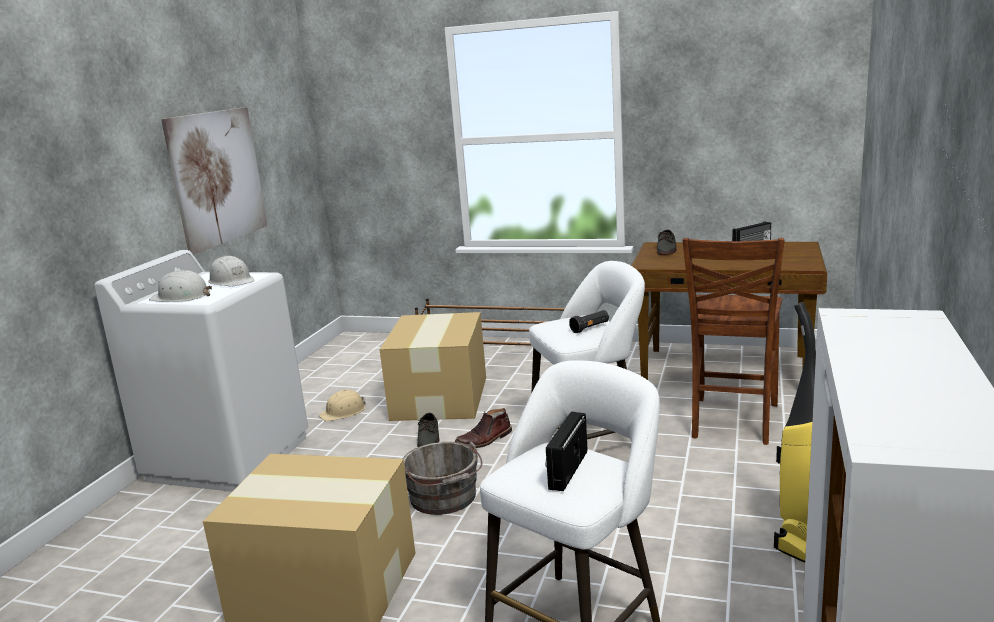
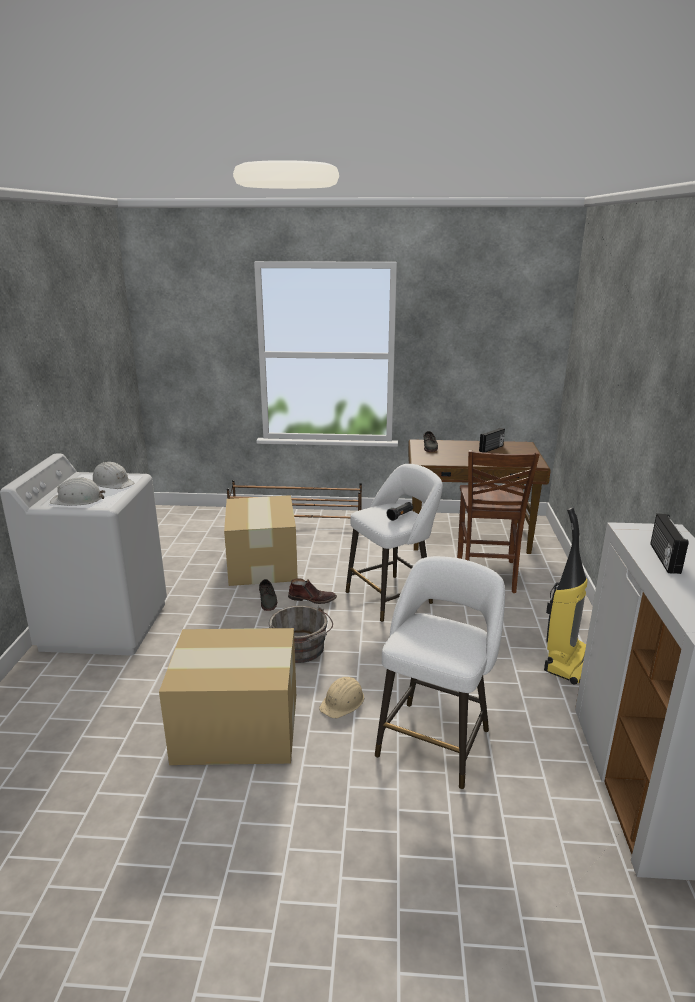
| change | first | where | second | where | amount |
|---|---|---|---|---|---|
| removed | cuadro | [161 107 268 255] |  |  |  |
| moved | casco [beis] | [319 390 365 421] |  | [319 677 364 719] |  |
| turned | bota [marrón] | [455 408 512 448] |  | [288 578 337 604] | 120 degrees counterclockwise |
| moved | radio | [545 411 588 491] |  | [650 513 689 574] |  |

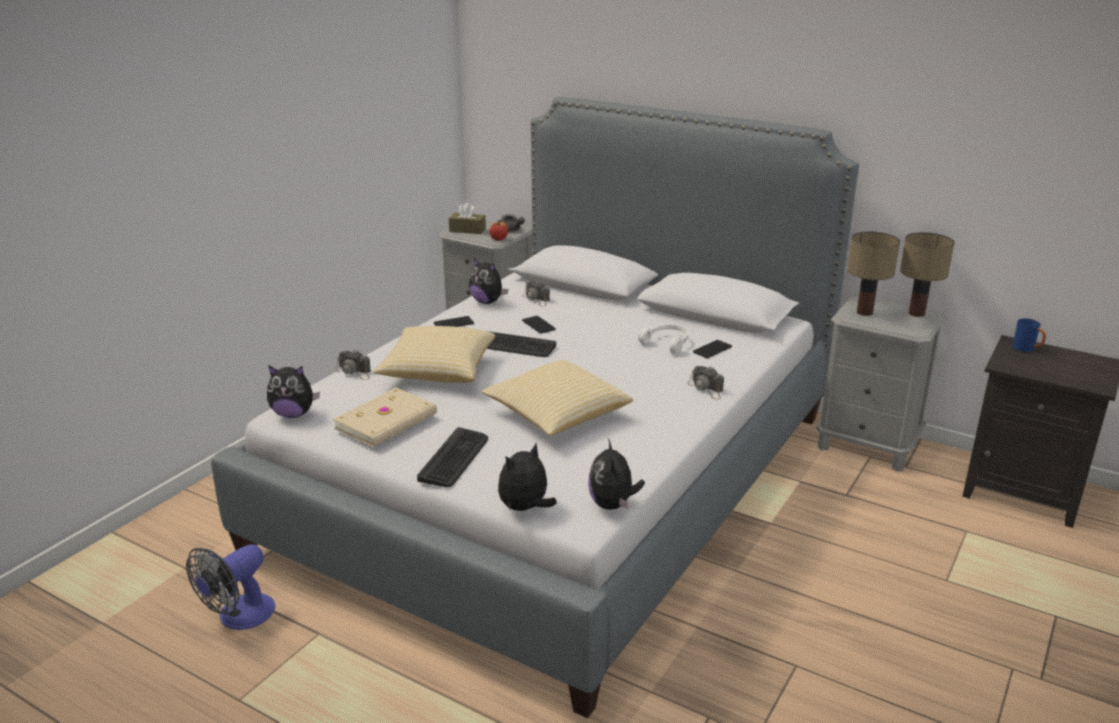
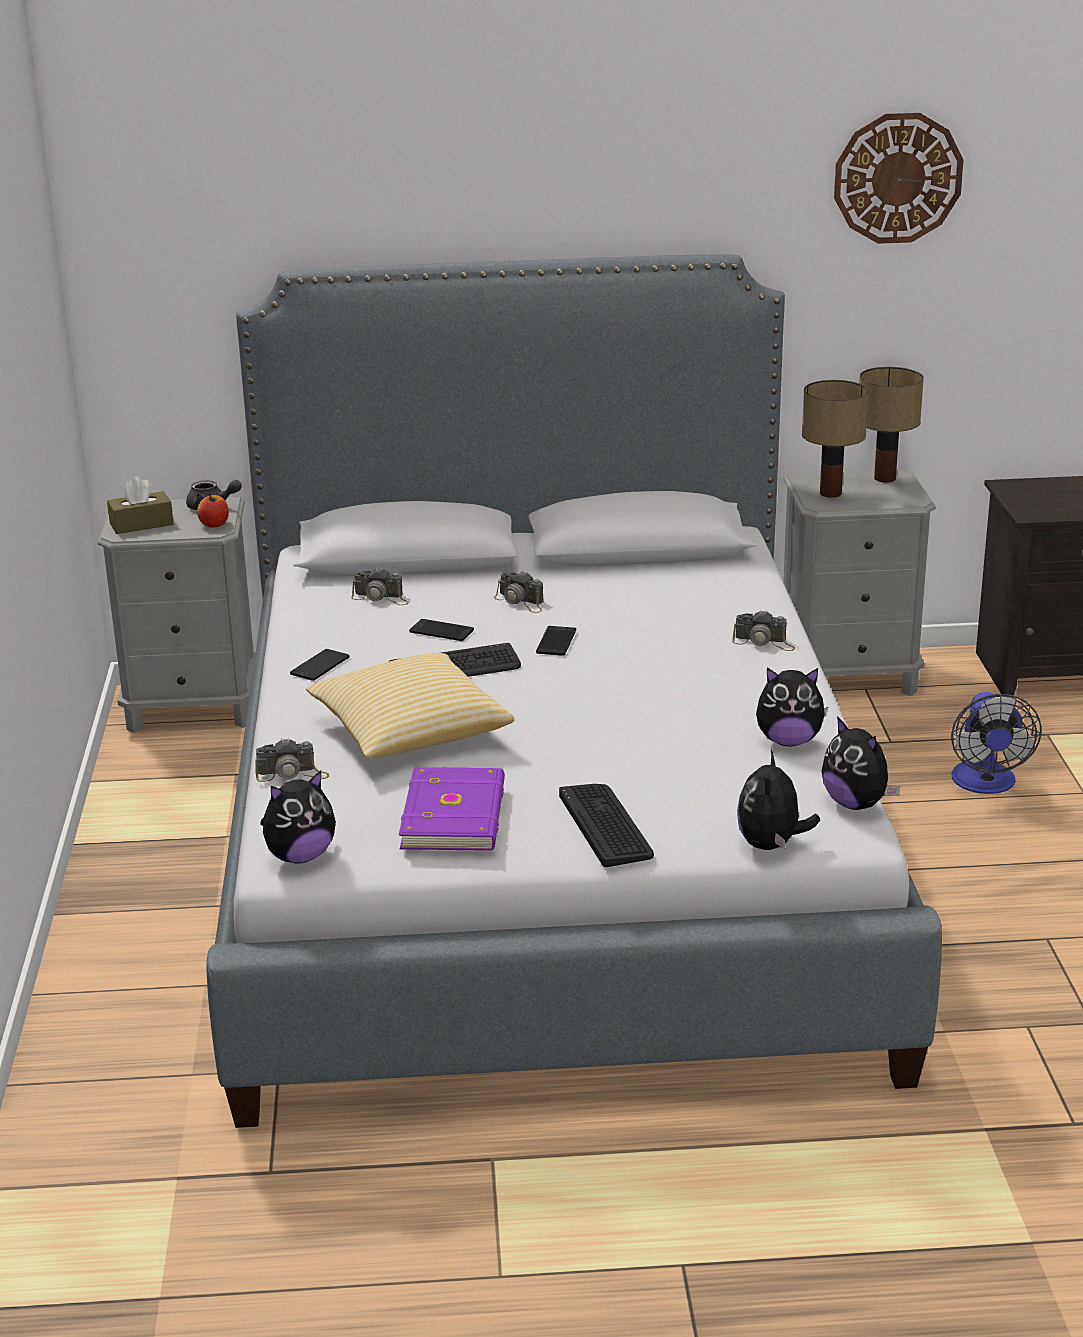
| change | first | where | second | where | amount |
|---|---|---|---|---|---|
| moved | peluche | [469 258 508 304] |  | [756 668 828 747] |  |
| removed | taza grande [azul] | [1012 318 1046 352] |  |  |  |
| removed | auriculares [blanco] | [638 325 689 354] |  |  |  |
| moved | móvil | [693 340 732 358] |  | [536 626 576 656] |  |
| removed | cojín | [482 360 633 436] |  |  |  |
| recoloured | libro [beis] | [333 388 437 447] | libro [morado] | [399 767 505 851] |  |
| moved | ventilador | [186 544 275 630] |  | [951 692 1042 794] |  |
| added |  |  | reloj de pared | [834 113 964 244] |  |
| added |  |  | cámara | [494 571 544 613] |  |

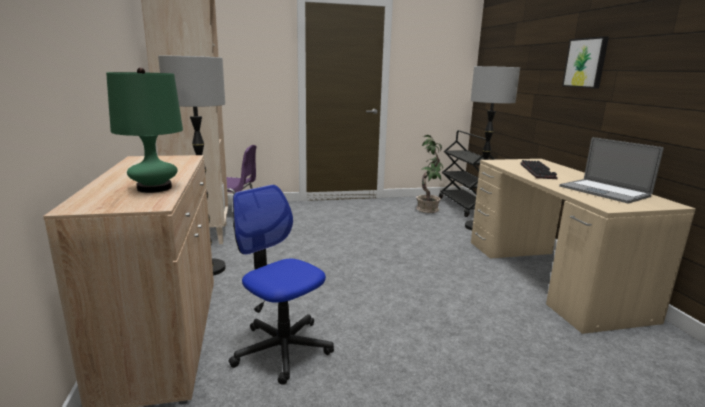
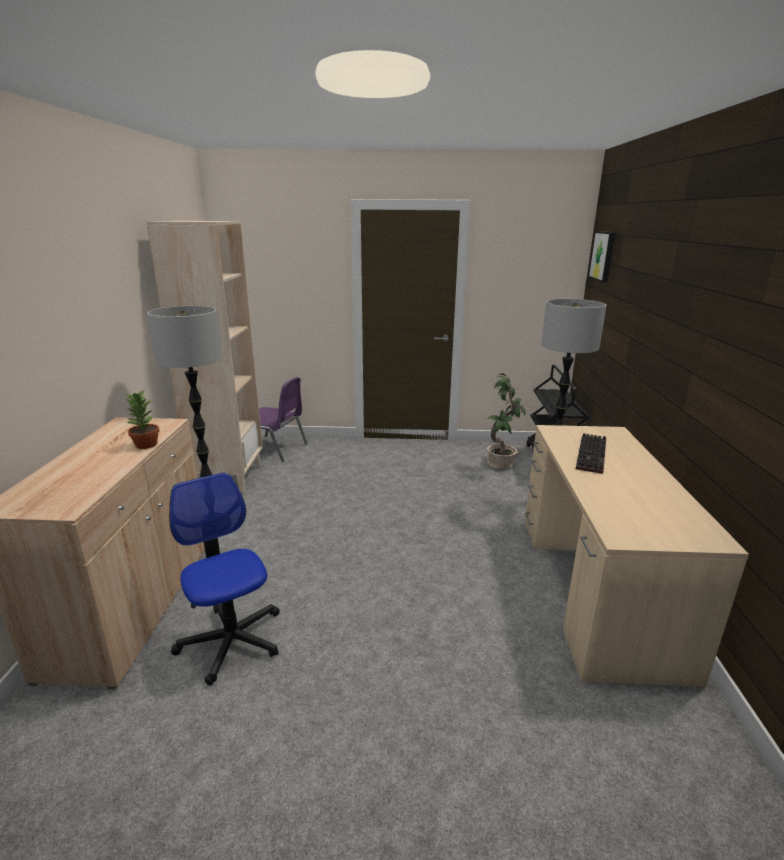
| change | first | where | second | where | amount |
|---|---|---|---|---|---|
| moved | cuadro | [562 36 609 89] |  | [588 231 615 282] |  |
| removed | lámpara de mesa [verde] | [106 68 183 193] |  |  |  |
| removed | portátil | [559 137 663 203] |  |  |  |
| added |  |  | planta en maceta | [125 390 159 449] |  |

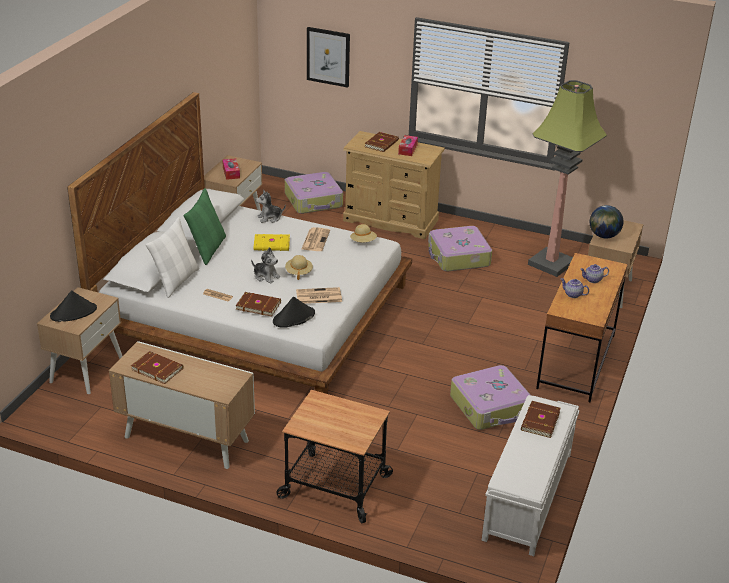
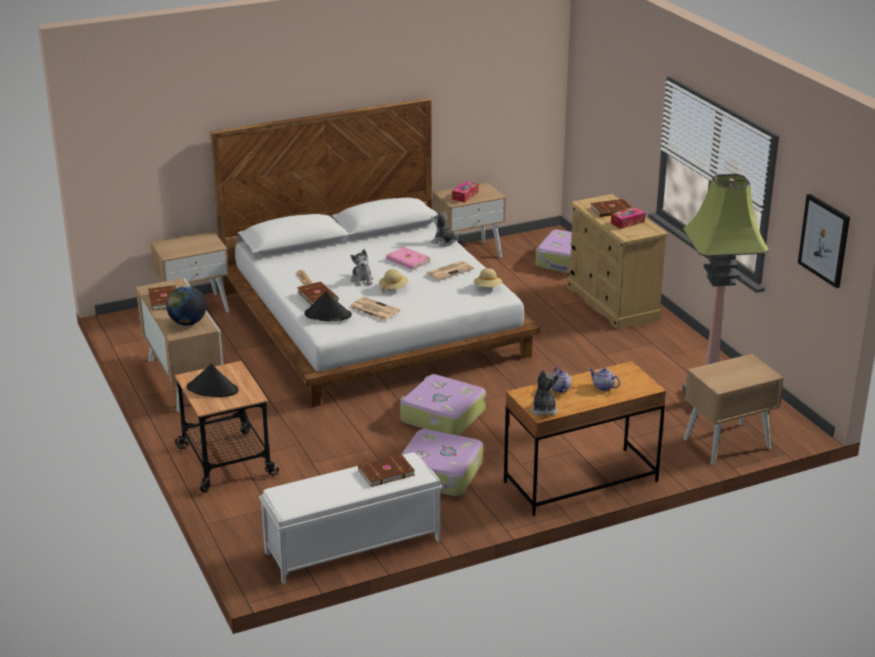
| change | first | where | second | where | amount |
|---|---|---|---|---|---|
| moved | cuadro | [307 27 350 88] |  | [798 194 850 288] |  |
| removed | cojín [verde] | [183 188 226 265] |  |  |  |
| moved | globo terráqueo | [590 205 623 238] |  | [166 286 206 326] |  |
| removed | cojín [blanco] | [145 217 200 298] |  |  |  |
| moved | maleta | [428 226 492 271] |  | [400 374 486 436] |  |
| recoloured | libro [amarillo] | [254 234 290 251] | libro [rosa] | [386 247 431 270] |  |
| moved | sombrero [negro] | [50 290 97 322] |  | [187 363 239 397] |  |
| added |  |  | peluche | [530 370 559 415] |  |

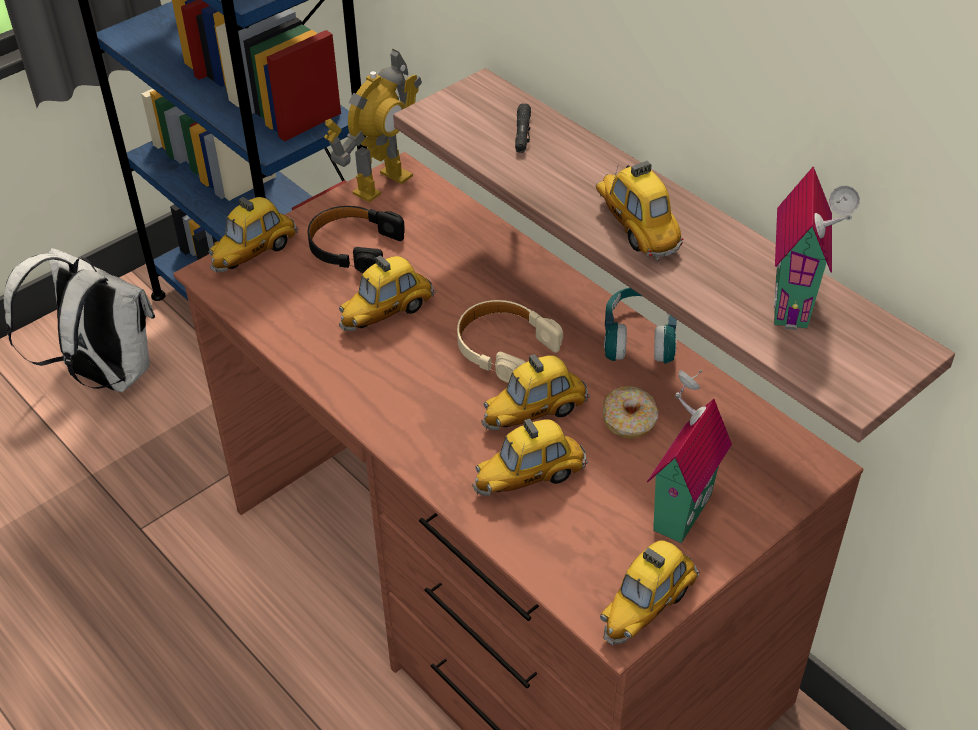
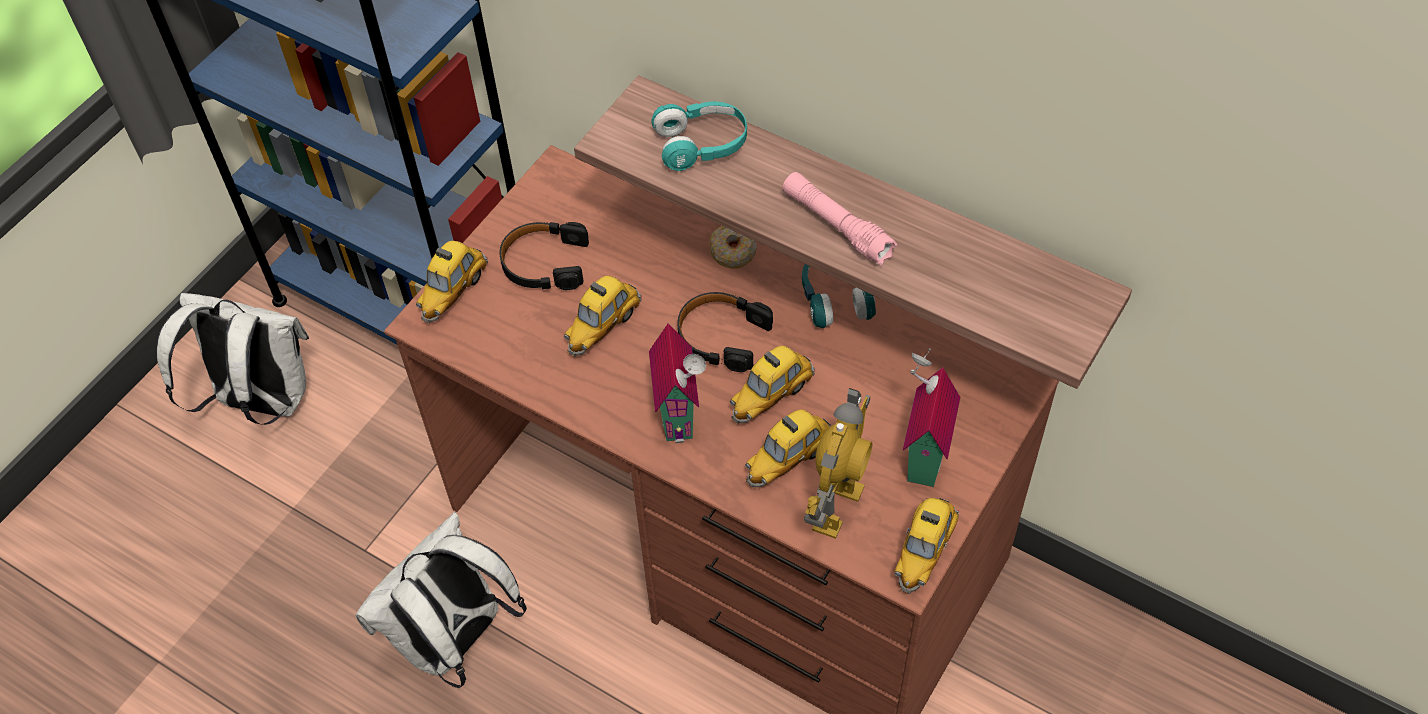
| change | first | where | second | where | amount |
|---|---|---|---|---|---|
| moved | robot de juguete | [324 49 422 202] |  | [804 388 872 539] |  |
| replaced | linterna [negro] | [515 103 531 153] | auriculares [turquesa] | [652 101 747 171] |  |
| replaced | coche de juguete | [595 160 683 262] | linterna [rosa] | [782 172 897 265] |  |
| moved | casita | [774 167 860 330] |  | [649 323 706 443] |  |
| recoloured | auriculares [beis] | [457 300 563 383] | auriculares [negro] | [677 292 773 372] |  |
| moved | rosquilla | [602 386 658 439] |  | [709 226 757 269] |  |
| added |  |  | mochila [blanco] | [356 512 527 688] |  |

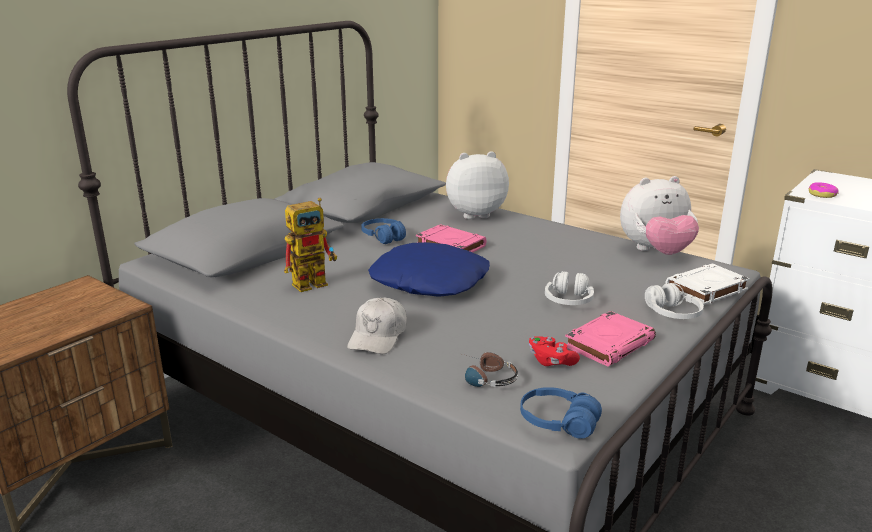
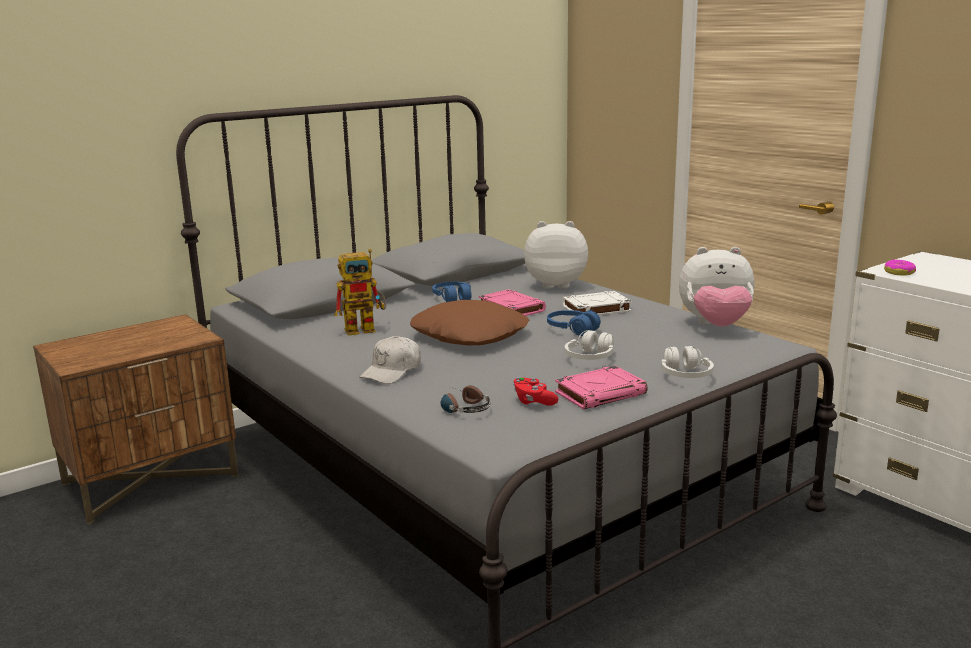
| change | first | where | second | where | amount |
|---|---|---|---|---|---|
| recoloured | cojín [azul] | [368 242 490 297] | cojín [marrón] | [410 300 529 346] |  |
| moved | libro [blanco] | [666 263 750 305] |  | [562 291 632 315] |  |
| moved | auriculares [azul] | [520 387 602 439] |  | [547 310 601 336] |  |

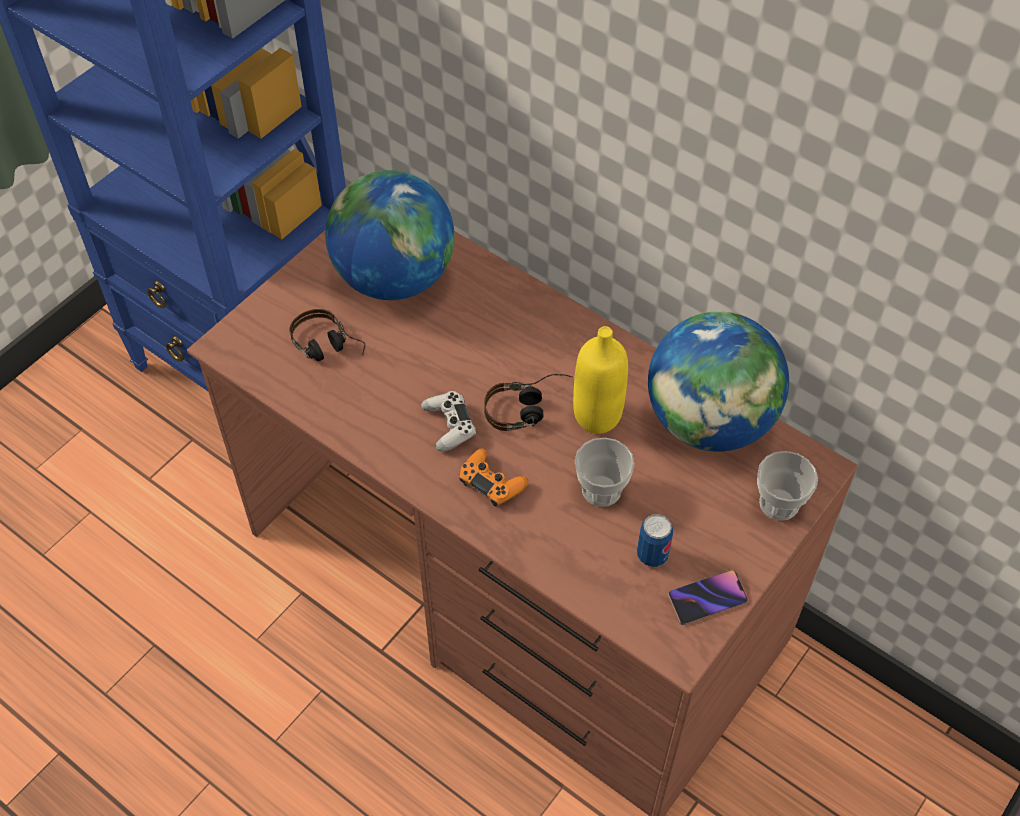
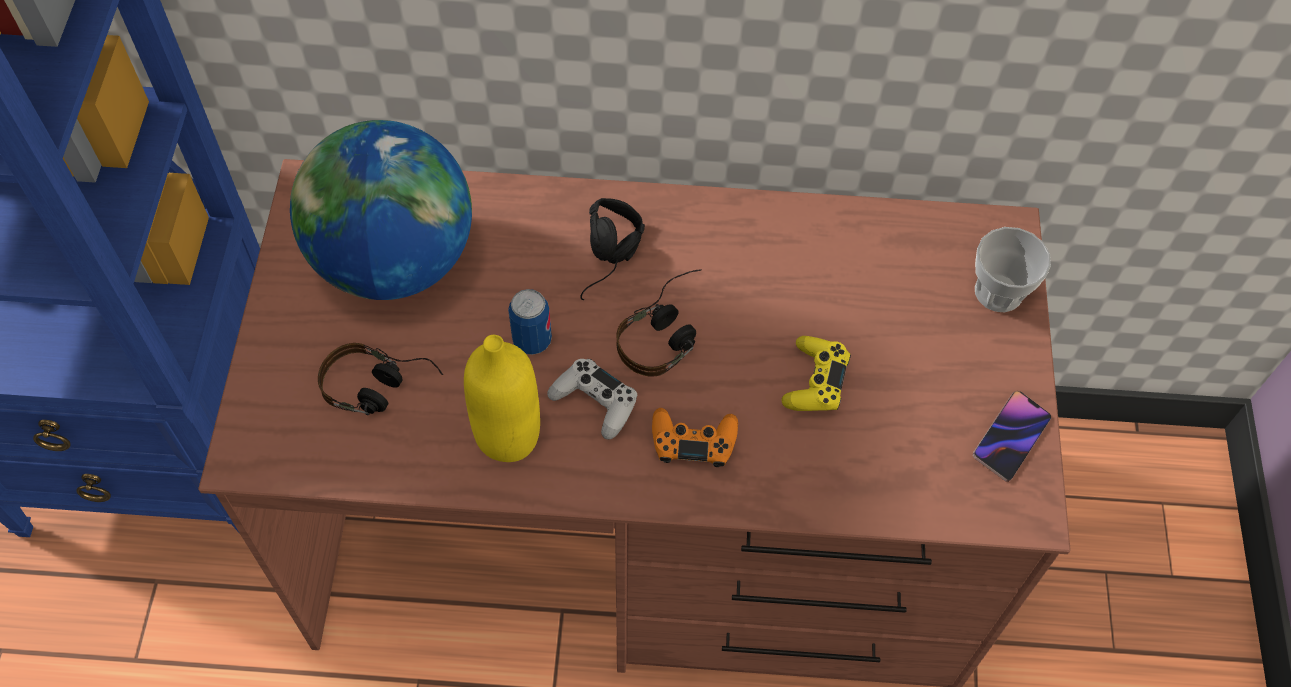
| change | first | where | second | where | amount |
|---|---|---|---|---|---|
| removed | globo terráqueo | [648 311 789 452] |  |  |  |
| moved | botella [amarillo] | [573 326 628 434] |  | [464 335 540 462] |  |
| replaced | taza | [575 438 635 507] | mando de consola [amarillo] | [782 336 851 411] |  |
| moved | lata | [637 514 674 567] |  | [508 289 552 355] |  |
| added |  |  | auriculares [negro] | [581 198 645 300] |  |

